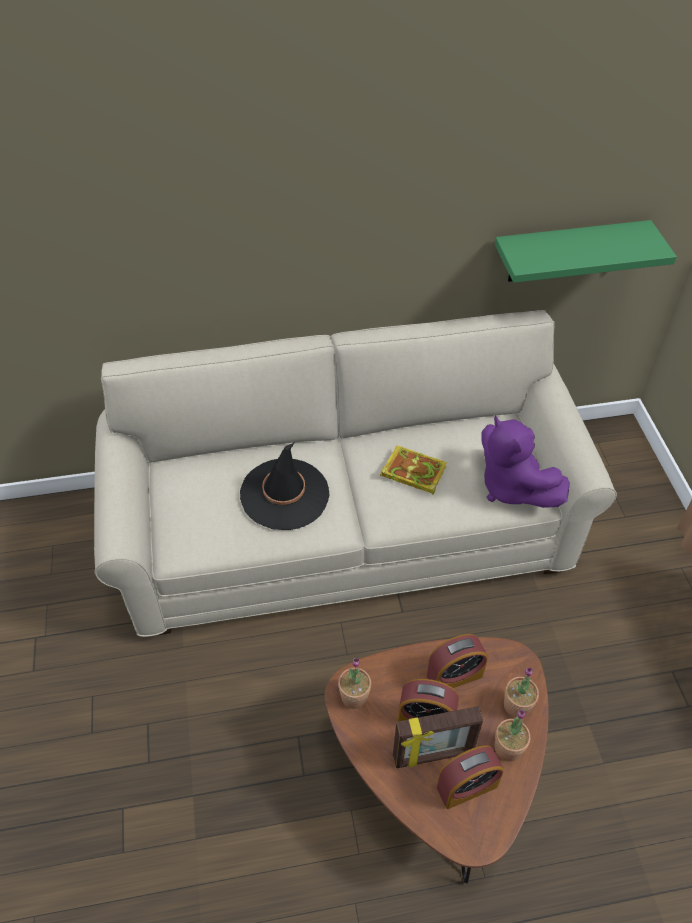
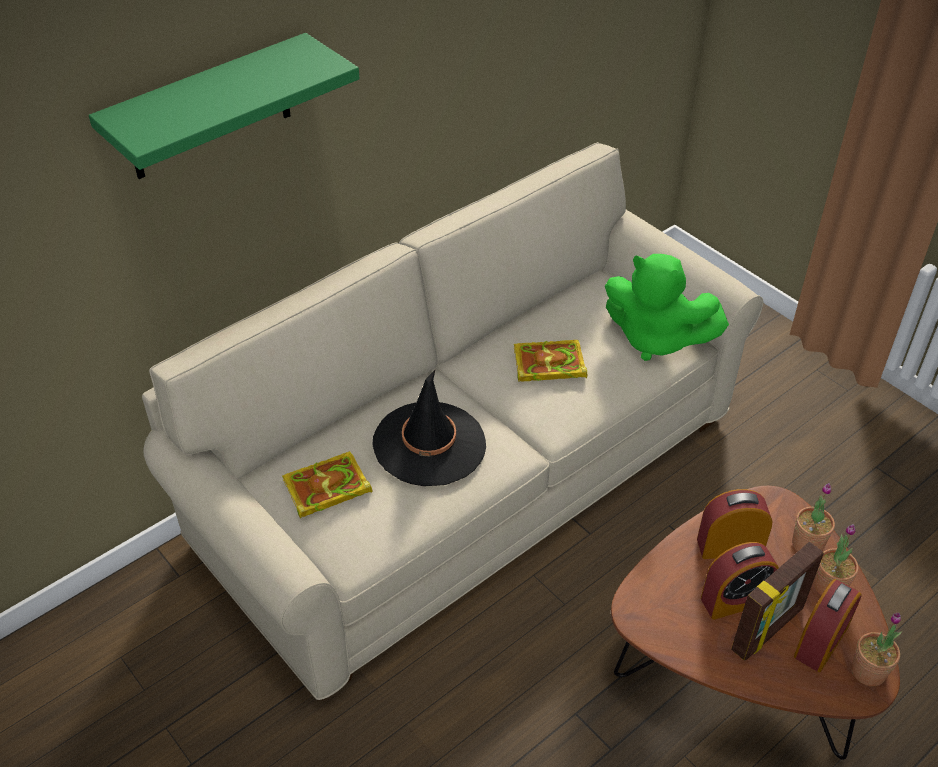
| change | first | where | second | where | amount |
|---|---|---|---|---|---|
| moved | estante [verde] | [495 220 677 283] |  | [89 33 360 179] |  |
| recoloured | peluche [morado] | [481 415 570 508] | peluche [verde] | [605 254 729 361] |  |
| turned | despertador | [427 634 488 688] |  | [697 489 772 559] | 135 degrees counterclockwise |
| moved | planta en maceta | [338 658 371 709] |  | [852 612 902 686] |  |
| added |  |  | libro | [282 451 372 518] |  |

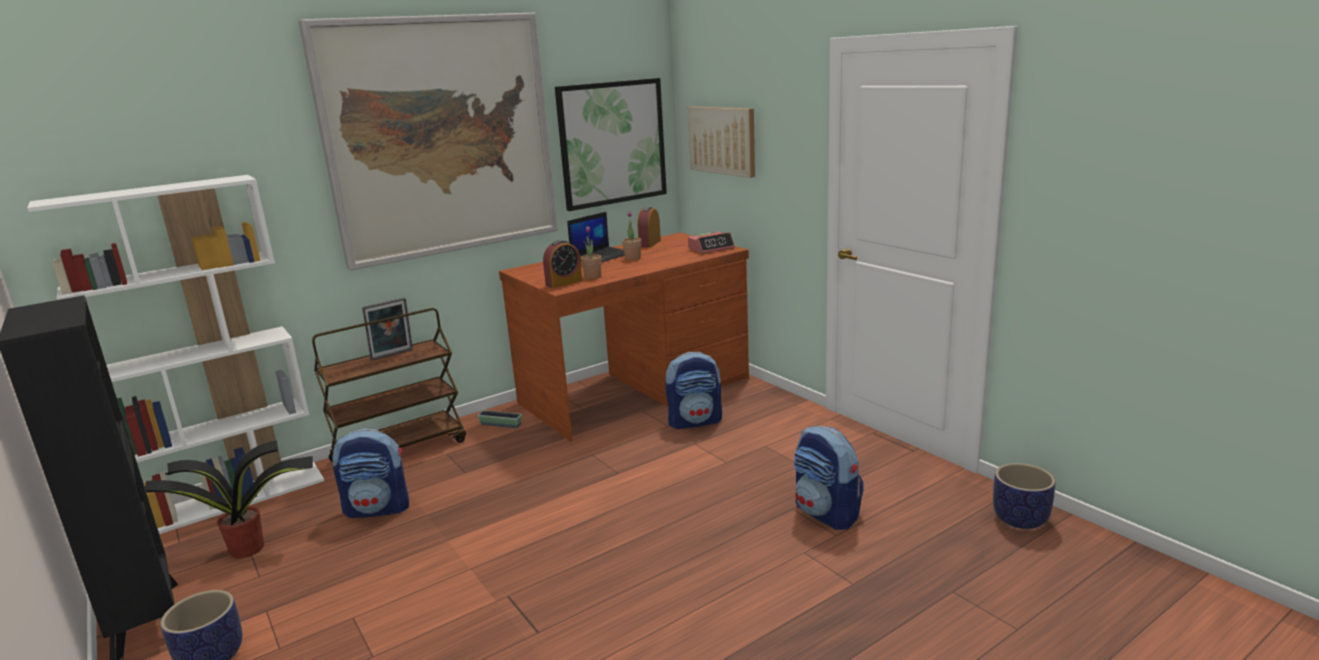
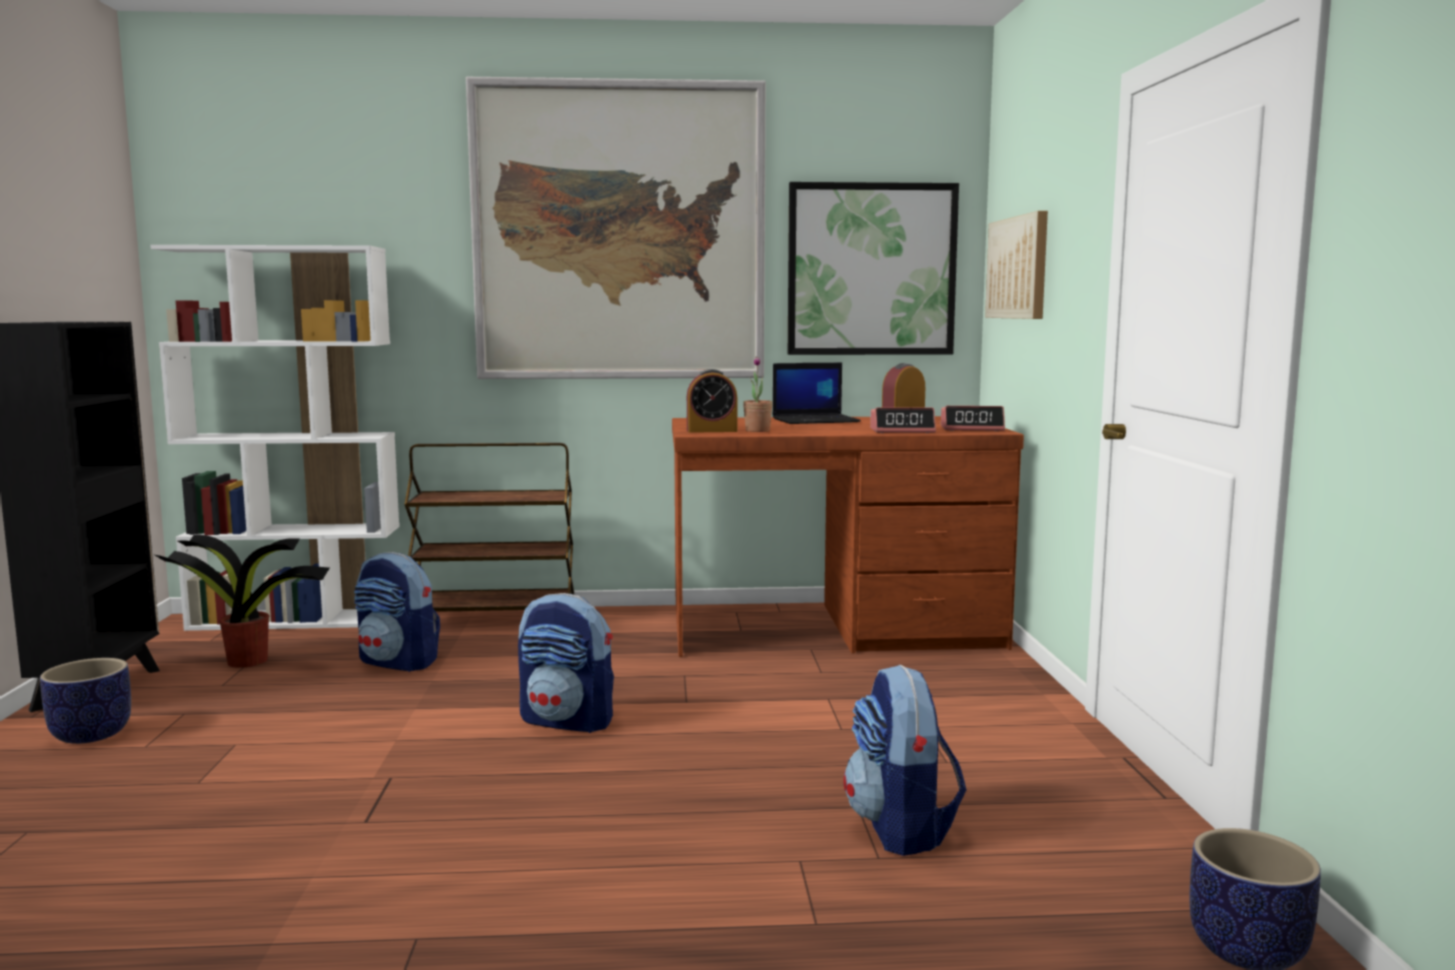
| change | first | where | second | where | amount |
|---|---|---|---|---|---|
| removed | planta en maceta | [622 211 641 260] |  |  |  |
| removed | portarretratos | [362 298 413 360] |  |  |  |
| moved | mochila | [665 352 722 429] |  | [518 593 614 733] |  |
| removed | maceta | [478 410 522 428] |  |  |  |
| added |  |  | despertador | [870 408 936 433] |  |

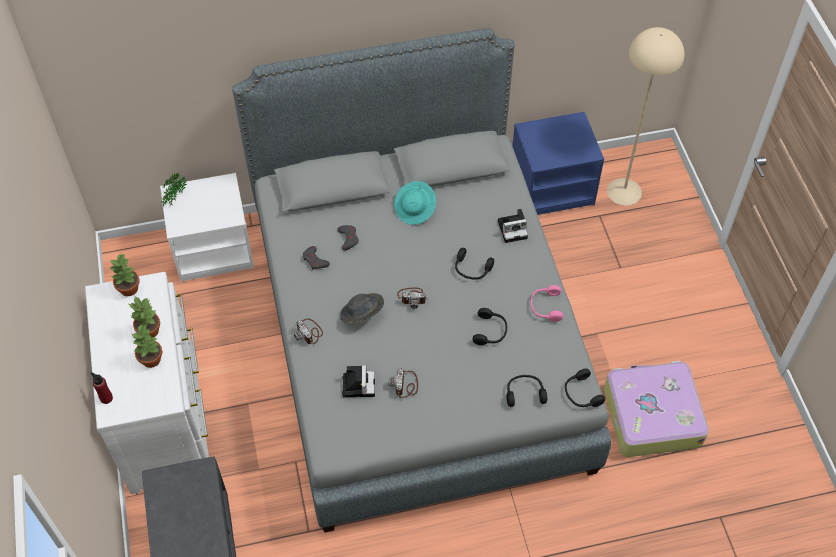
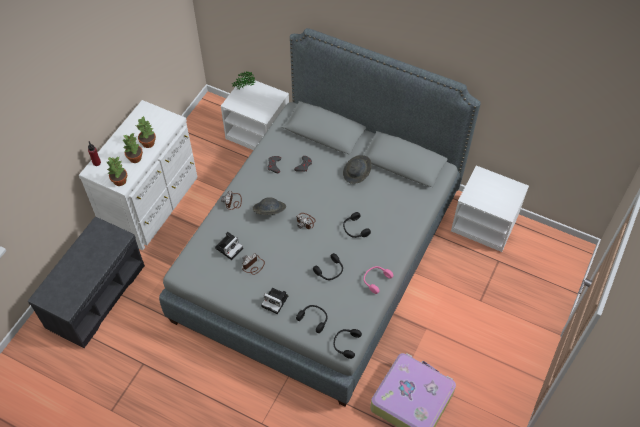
| change | first | where | second | where | amount |
|---|---|---|---|---|---|
| removed | lámpara de pie [beis] | [607 27 684 206] |  |  |  |
| recoloured | mesita de noche [azul] | [512 112 604 215] | mesita de noche [blanco] | [451 165 529 252] |  |
| recoloured | sombrero [turquesa] | [394 181 436 225] | sombrero [gris] | [343 155 372 184] |  |
| moved | cámara | [498 209 528 243] |  | [261 288 288 314] |  |
| moved | planta en maceta | [110 253 140 296] |  | [107 157 127 186] |  |

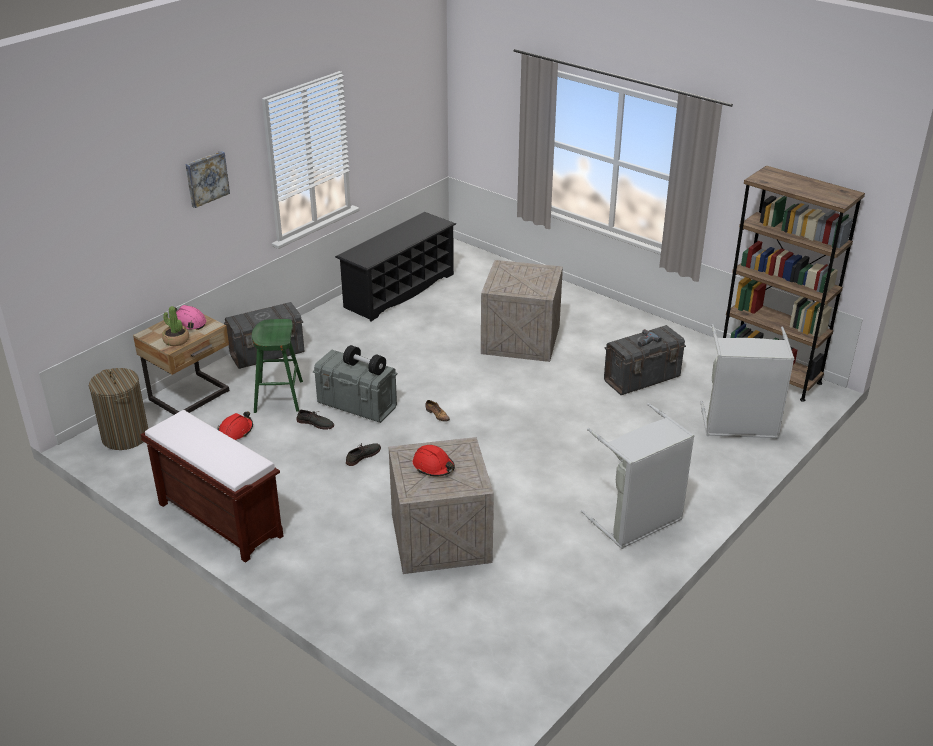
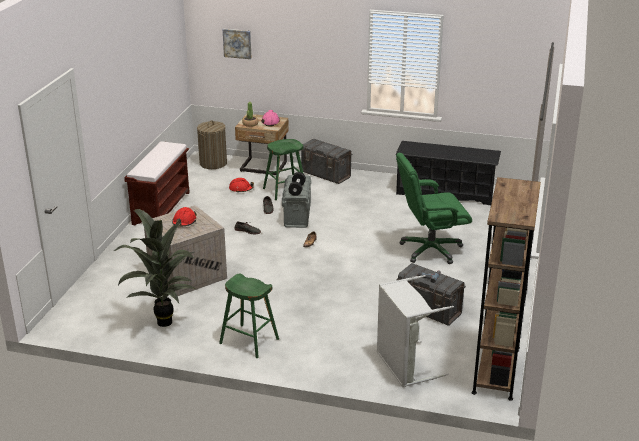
| change | first | where | second | where | amount |
|---|---|---|---|---|---|
| moved | cuadro | [185 151 230 208] |  | [223 29 251 59] |  |
| replaced | caja de embalaje | [481 260 563 362] | silla de oficina [verde] | [396 153 472 264] |  |
| replaced | cesto de la ropa [gris] | [581 403 694 549] | taburete [verde] | [219 274 279 358] |  |
| added |  |  | planta en maceta | [113 209 196 327] |  |

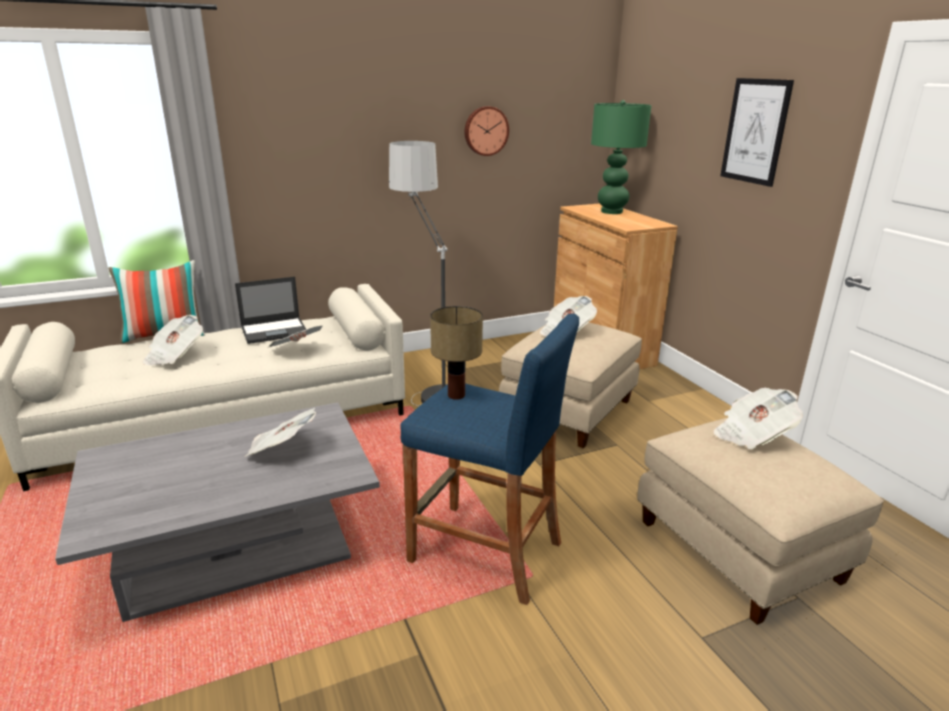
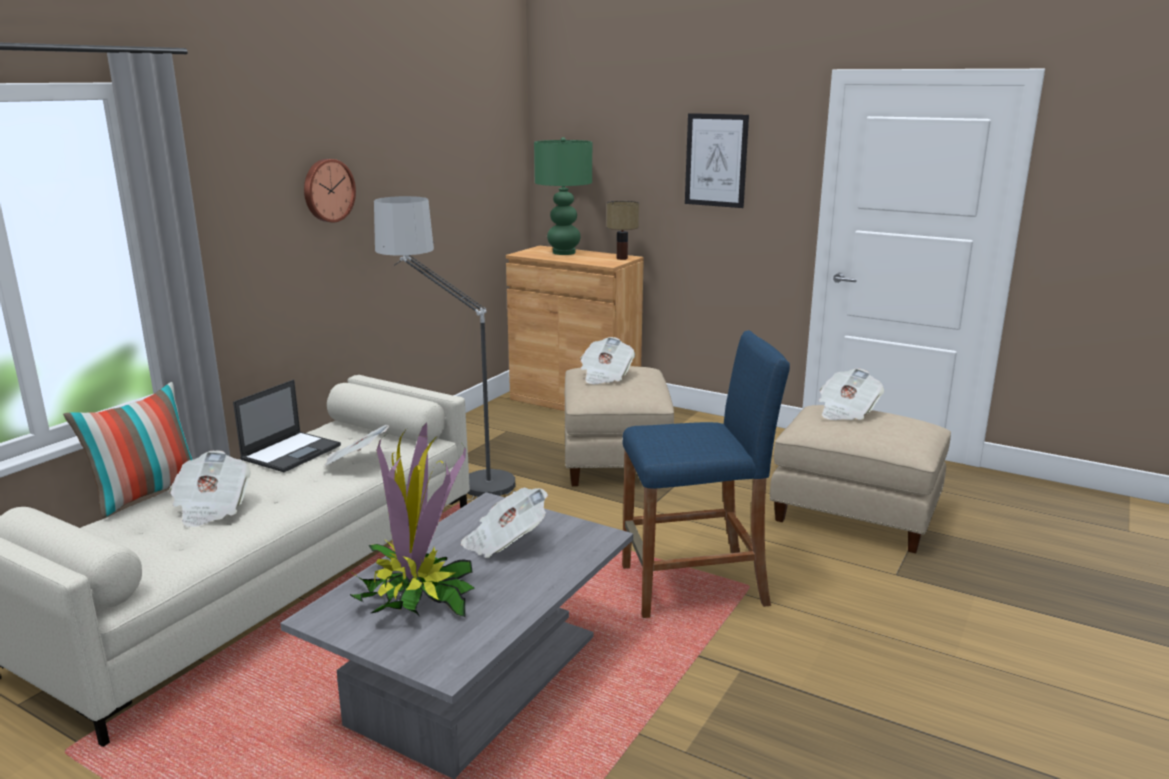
| change | first | where | second | where | amount |
|---|---|---|---|---|---|
| moved | reloj de pared | [464 106 509 156] |  | [304 159 356 223] |  |
| moved | lámpara de mesa | [430 306 483 400] |  | [607 201 639 260] |  |
| added |  |  | planta en maceta | [350 422 475 617] |  |

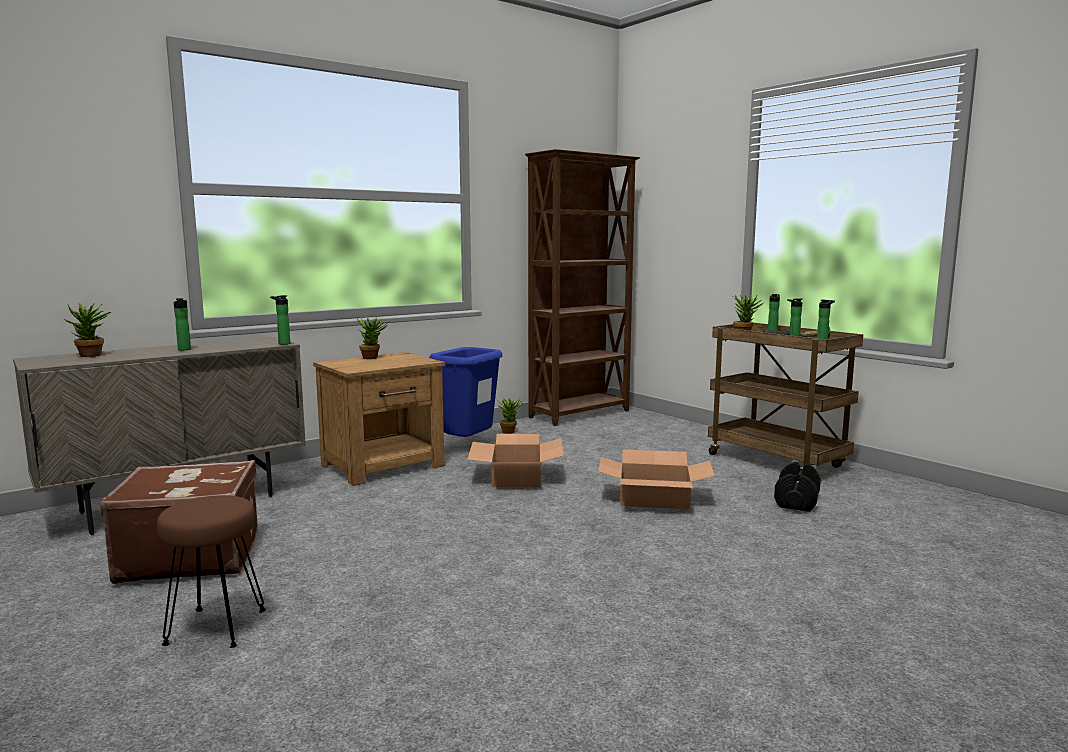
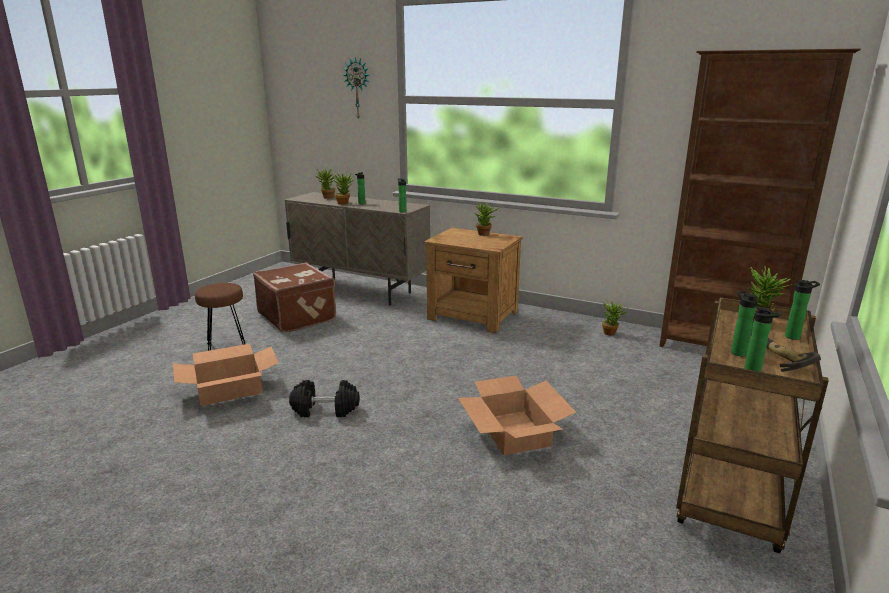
| change | first | where | second | where | amount |
|---|---|---|---|---|---|
| removed | papelera [azul] | [429 347 502 437] |  |  |  |
| moved | caja de cartón | [467 434 564 487] |  | [173 344 279 406] |  |
| moved | mancuerna [negro] | [774 462 821 512] |  | [289 380 360 417] |  |
| added |  |  | reloj de pared | [343 57 369 120] |  |
| added |  |  | planta en maceta | [332 173 355 205] |  |

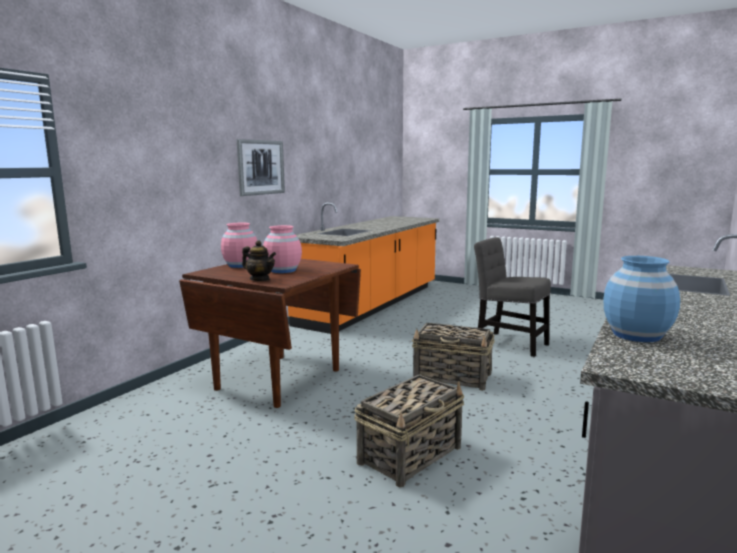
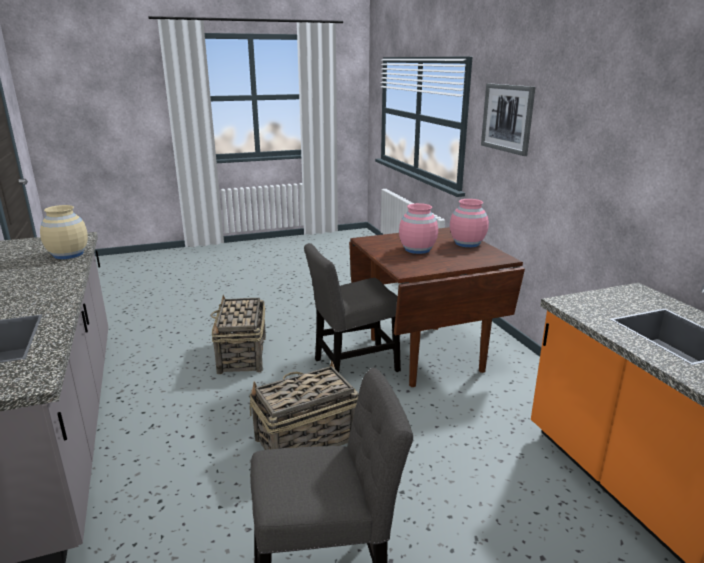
| change | first | where | second | where | amount |
|---|---|---|---|---|---|
| moved | cuadro | [237 139 285 196] |  | [481 84 535 156] |  |
| removed | tetera | [242 240 276 281] |  |  |  |
| recoloured | florero [azul] | [604 256 680 342] | florero [beis] | [40 205 88 259] |  |
| added |  |  | silla [gris] | [304 243 401 373] |  |

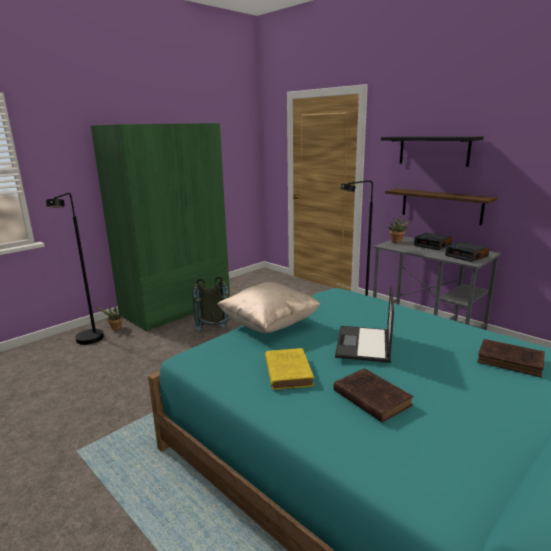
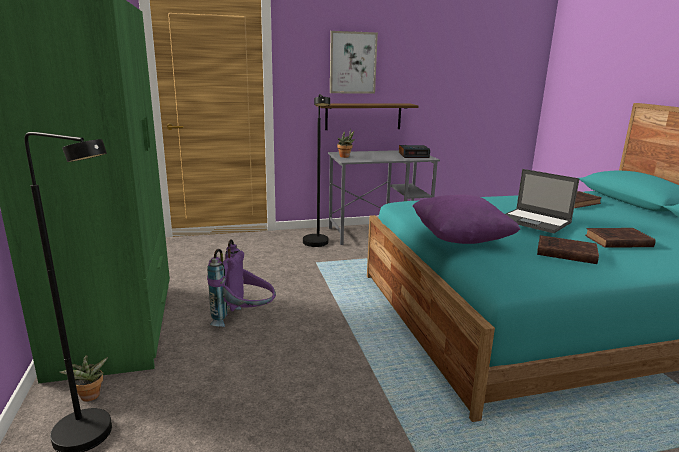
| change | first | where | second | where | amount |
|---|---|---|---|---|---|
| replaced | estante [negro] | [381 136 484 167] | cuadro | [330 31 378 94] |  |
| removed | despertador | [414 233 452 250] |  |  |  |
| recoloured | mochila [gris] | [192 277 230 331] | mochila [morado] | [207 239 276 327] |  |
| recoloured | cojín [beis] | [218 282 321 333] | cojín [morado] | [412 194 520 244] |  |
| recoloured | libro [amarillo] | [265 348 314 390] | libro [marrón] | [537 235 599 264] |  |

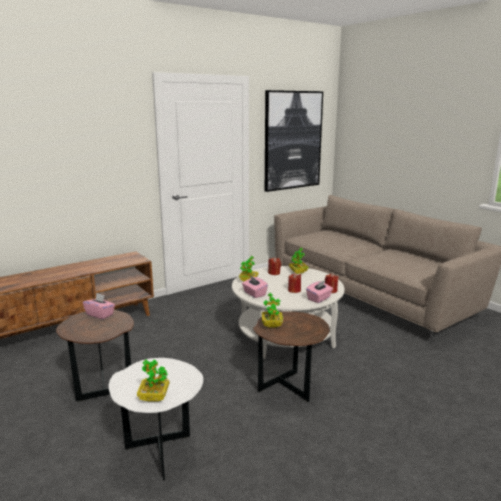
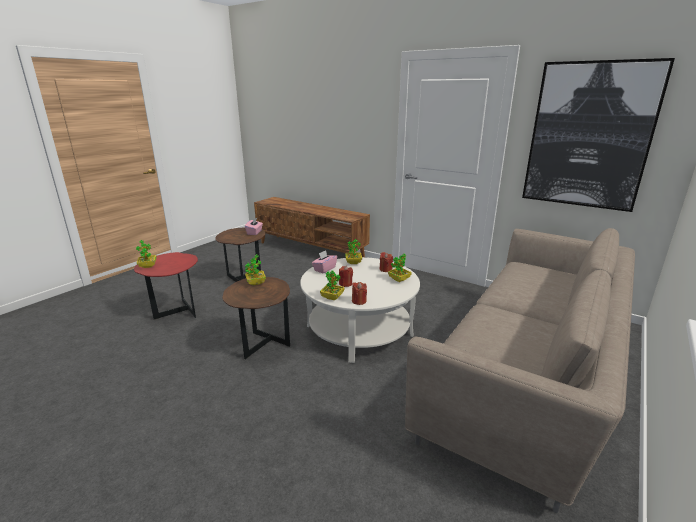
| change | first | where | second | where | amount |
|---|---|---|---|---|---|
| replaced | caja de pañuelos [rosa] | [306 280 333 303] | planta en maceta | [320 270 345 300] |  |
| recoloured | mesa auxiliar [blanco] | [109 358 203 480] | mesa auxiliar [rojo] | [134 252 198 320] |  |

